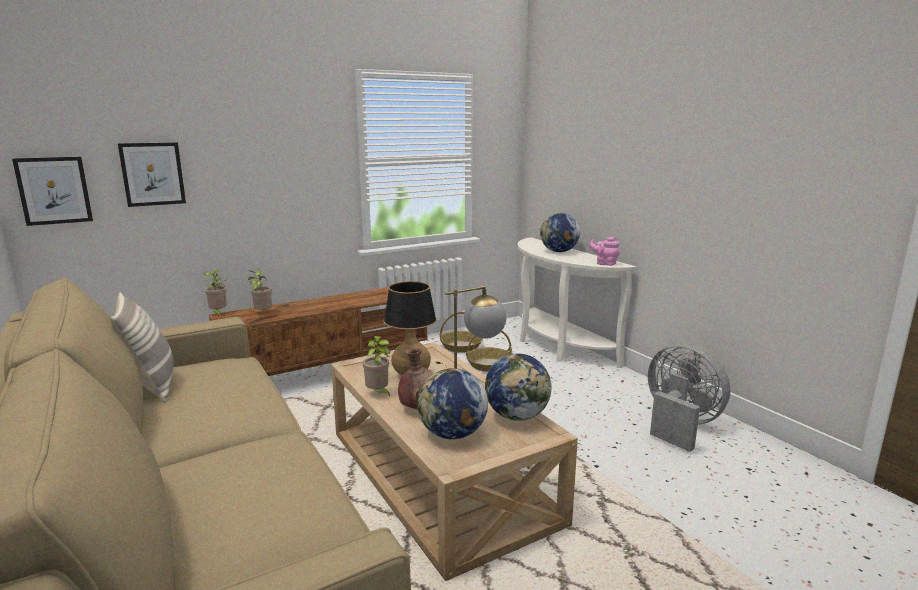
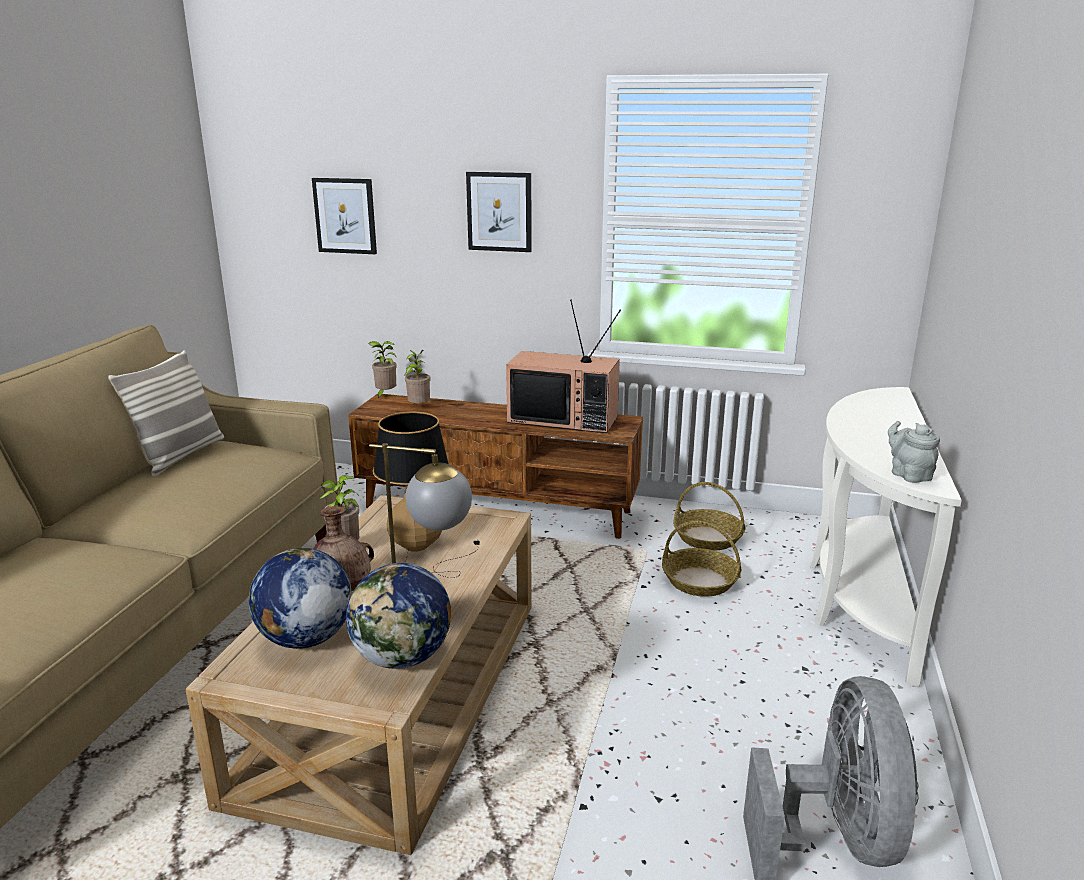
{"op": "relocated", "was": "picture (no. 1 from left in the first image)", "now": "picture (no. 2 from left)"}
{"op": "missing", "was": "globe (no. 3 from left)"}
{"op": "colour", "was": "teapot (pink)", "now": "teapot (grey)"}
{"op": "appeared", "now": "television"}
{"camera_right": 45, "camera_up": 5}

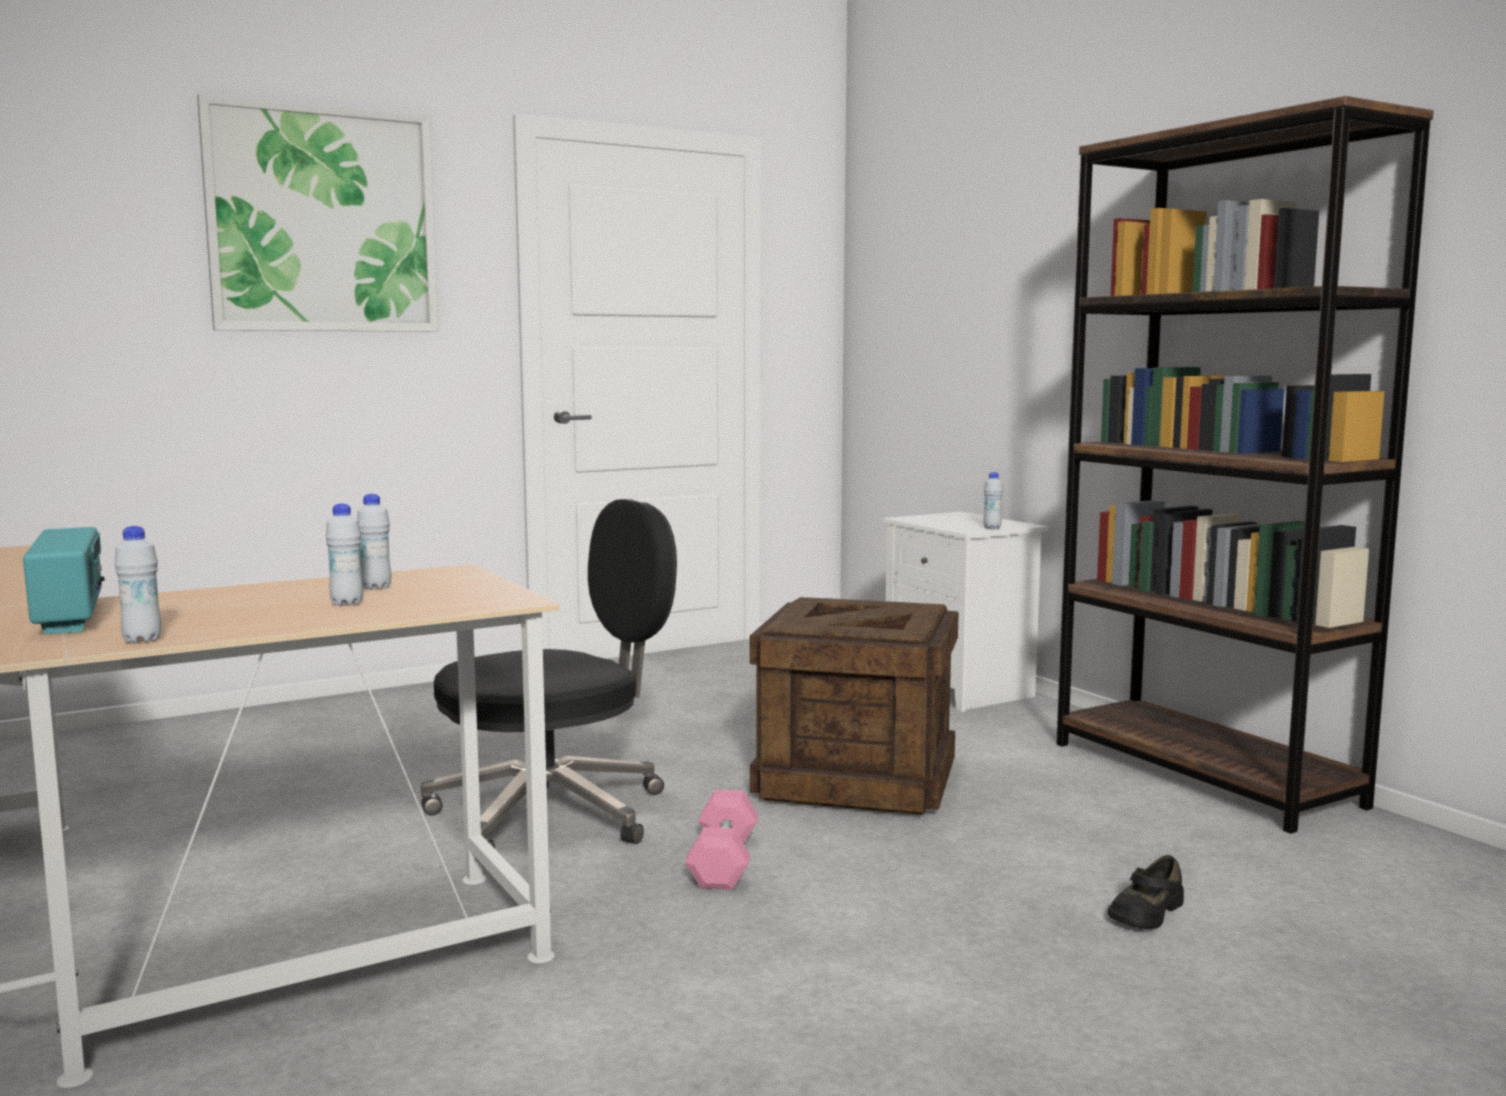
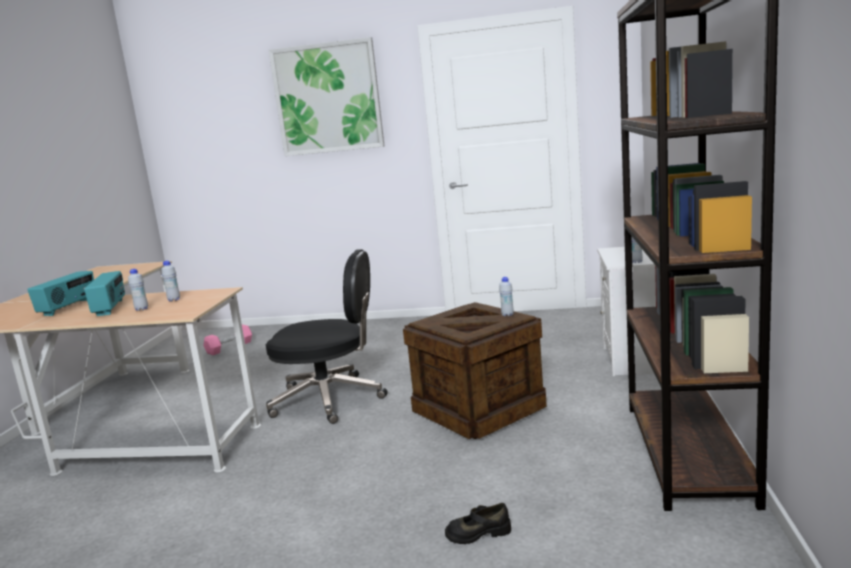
{"op": "relocated", "was": "bottle (white) (no. 1 from left in the first image)", "now": "bottle (white) (no. 3 from left)"}
{"op": "relocated", "was": "dumbbell (pink)"}
{"op": "appeared", "now": "radio (no. 2 from left)"}
{"camera_right": 40, "camera_up": 5}

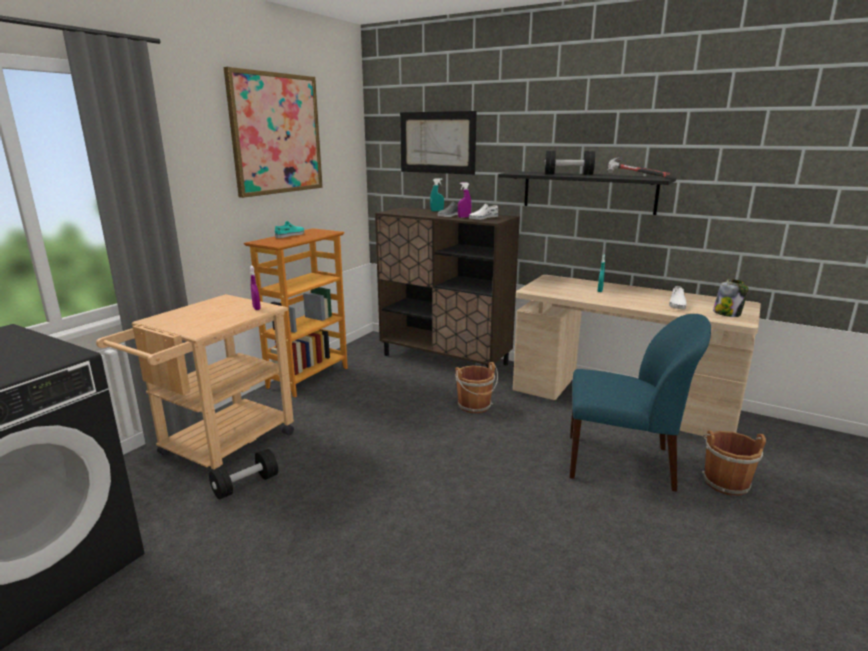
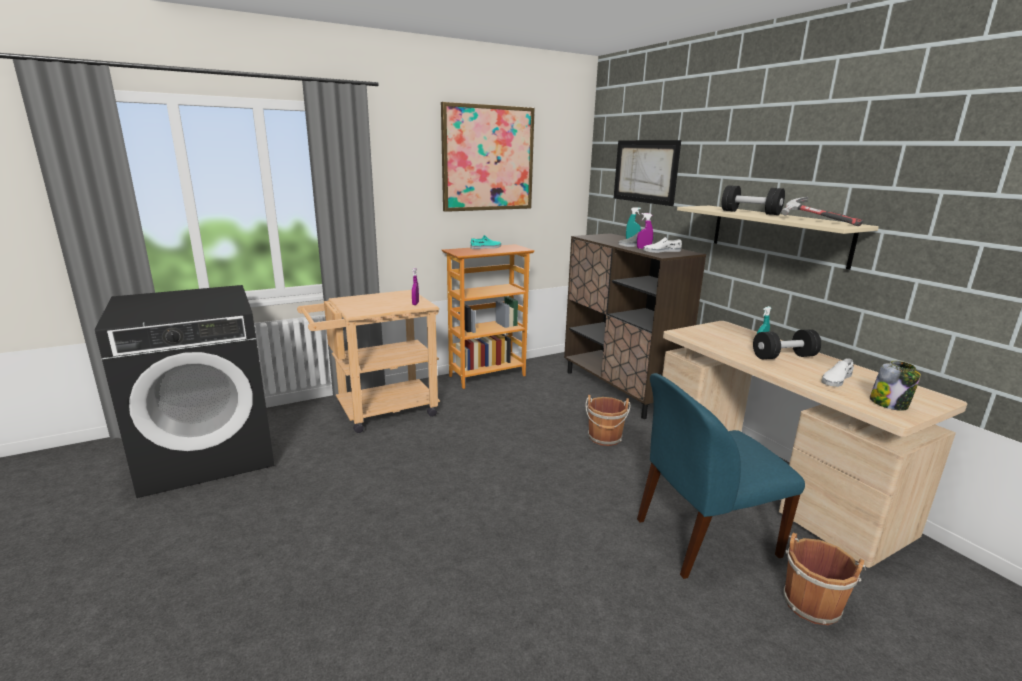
{"op": "colour", "was": "shelf (black)", "now": "shelf (beige)"}
{"op": "spun", "was": "chair (blue)", "clockwise": 120}
{"op": "relocated", "was": "dumbbell (black) (no. 1 from left in the first image)", "now": "dumbbell (black) (no. 2 from left)"}
{"camera_right": 30, "camera_up": 0}

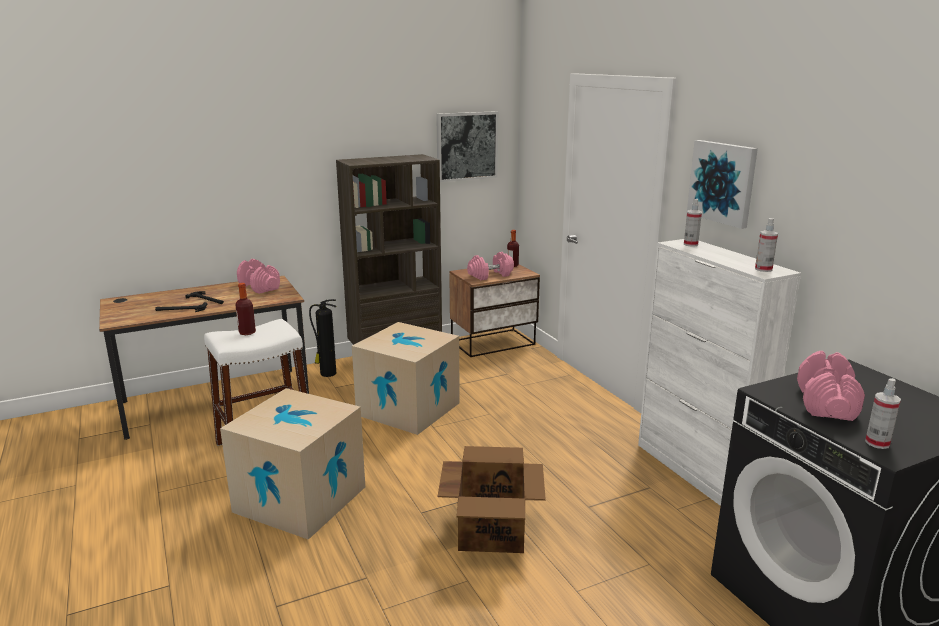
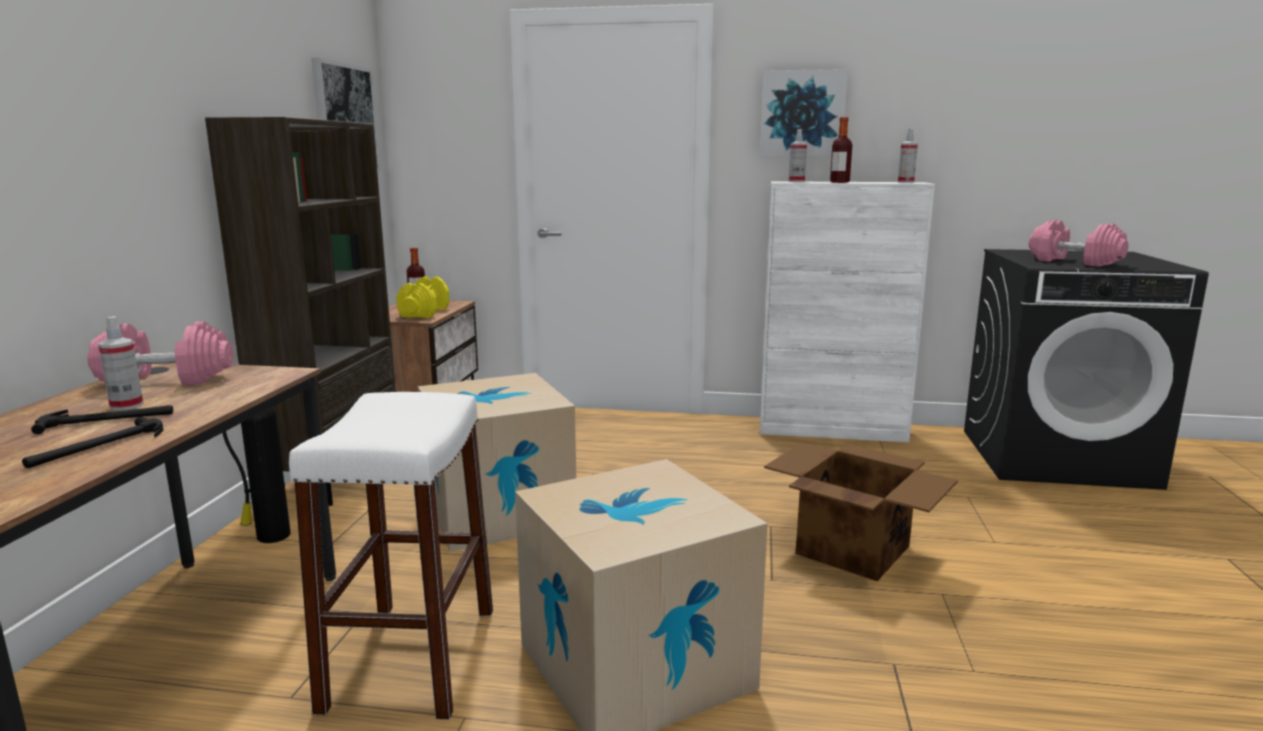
{"op": "colour", "was": "dumbbell (pink) (no. 2 from left)", "now": "dumbbell (yellow)"}
{"op": "relocated", "was": "bottle (no. 1 from left in the first image)", "now": "bottle (no. 2 from left)"}
{"op": "relocated", "was": "spray bottle (no. 3 from left in the first image)", "now": "spray bottle (no. 1 from left)"}
{"camera_right": -55, "camera_up": -5}

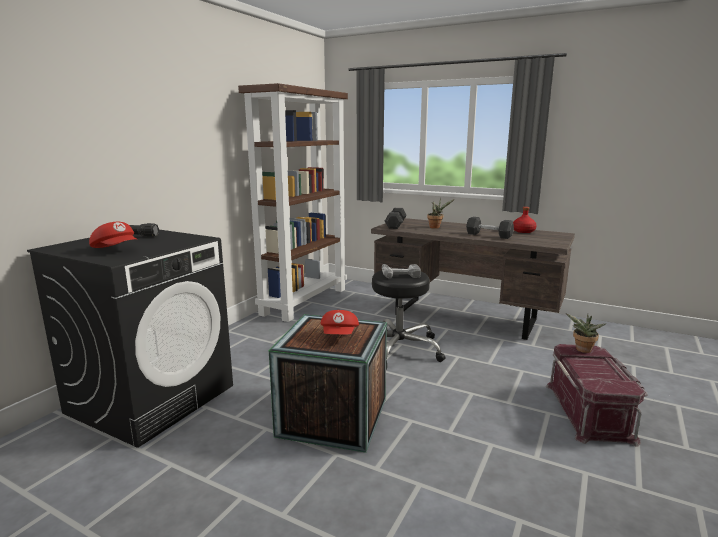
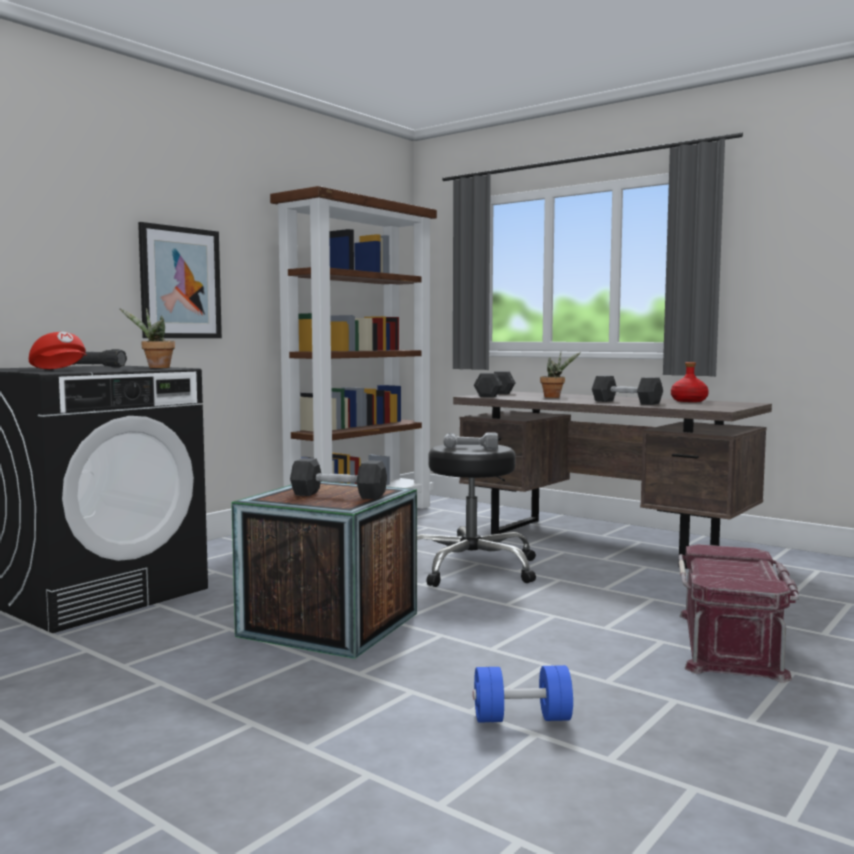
{"op": "exchanged", "was": "cap (red) (no. 2 from left)", "now": "dumbbell (grey) (no. 1 from left)"}
{"op": "relocated", "was": "potted plant (no. 2 from left in the first image)", "now": "potted plant (no. 1 from left)"}
{"op": "appeared", "now": "picture"}
{"op": "appeared", "now": "dumbbell (blue)"}
{"camera_right": 10, "camera_up": -10}

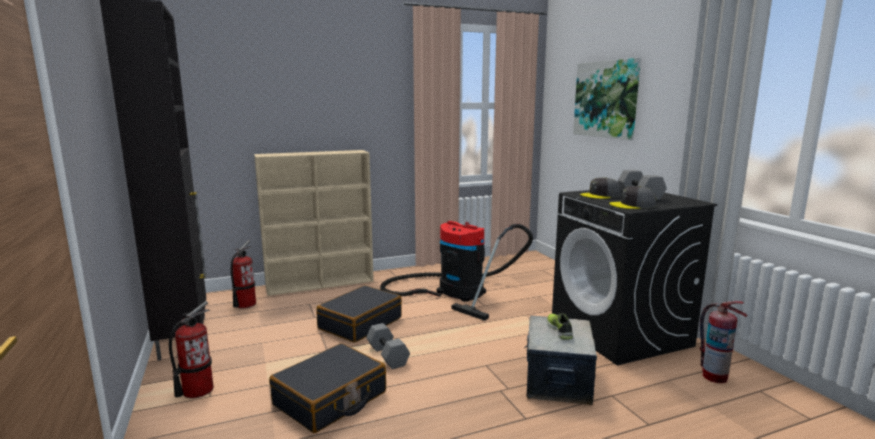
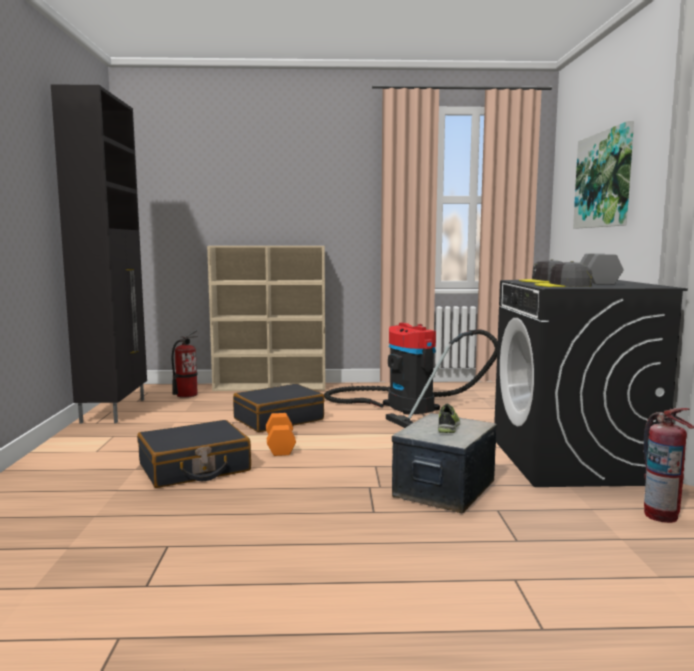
{"op": "missing", "was": "fire extinguisher (no. 1 from left)"}
{"op": "colour", "was": "dumbbell (grey) (no. 1 from left)", "now": "dumbbell (orange)"}
{"camera_right": 20, "camera_up": -5}

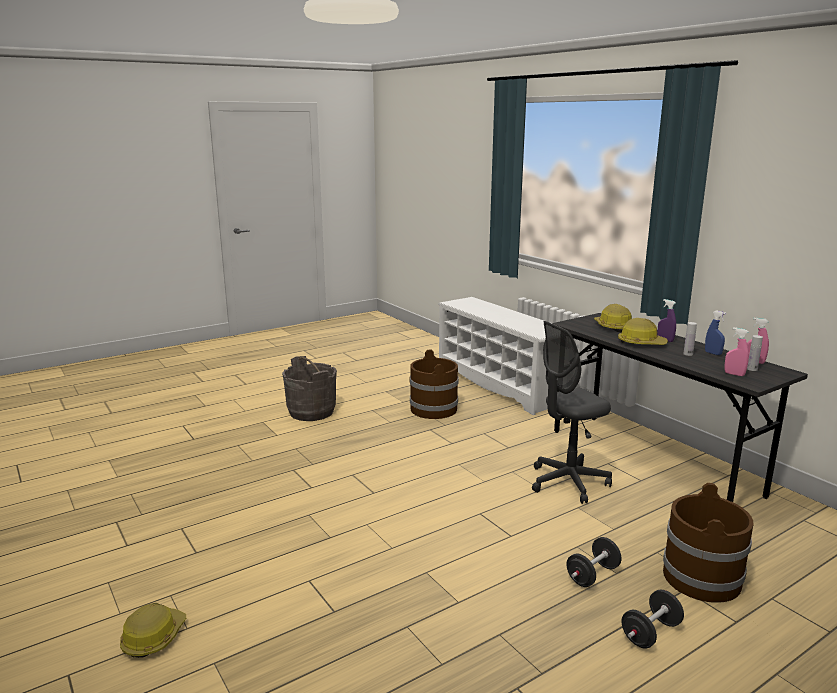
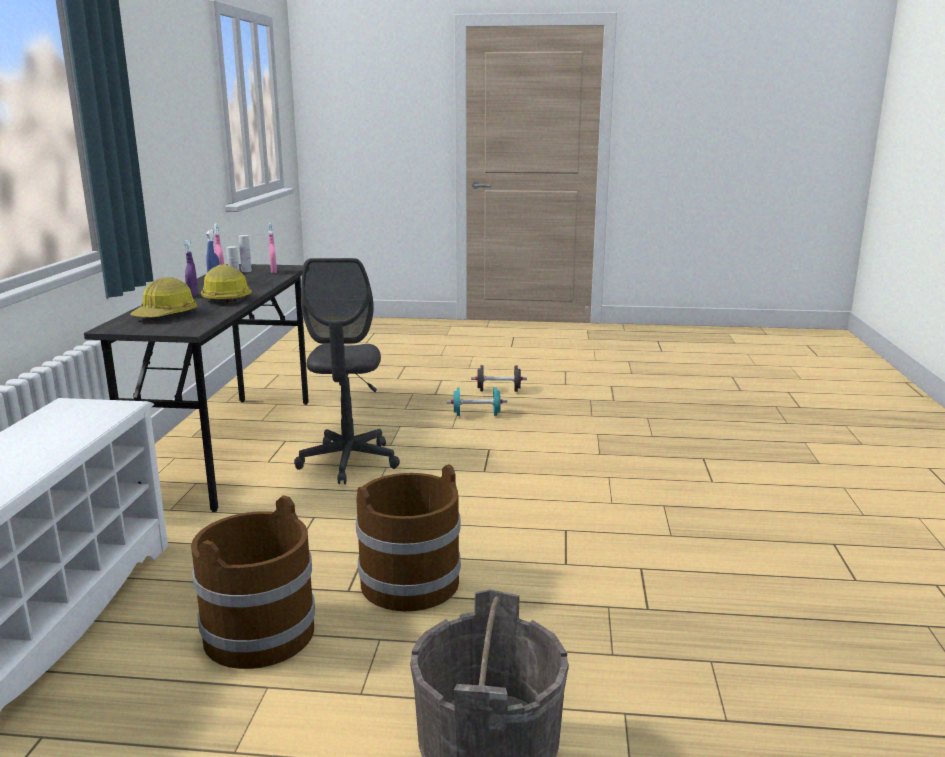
{"op": "spun", "was": "office chair (grey)", "clockwise": 75}
{"op": "relocated", "was": "bucket (brown) (no. 2 from left)"}
{"op": "colour", "was": "dumbbell (black) (no. 1 from left)", "now": "dumbbell (turquoise)"}
{"op": "missing", "was": "hard hat (no. 1 from left)"}
{"camera_right": -140, "camera_up": 0}

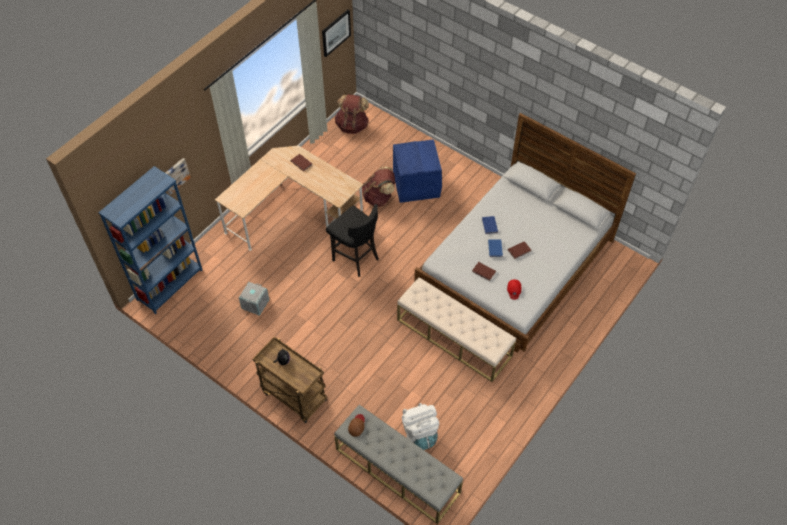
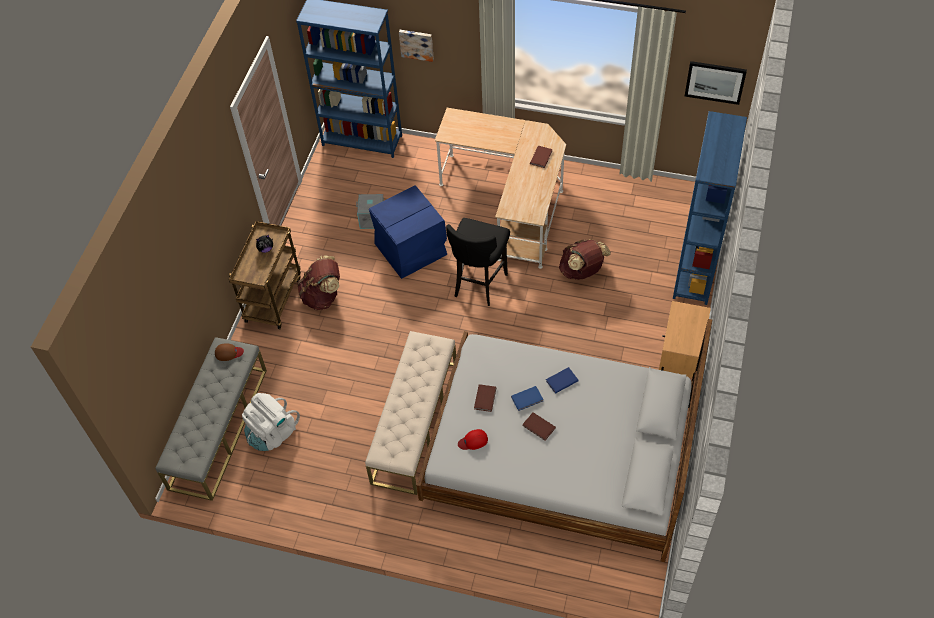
{"op": "relocated", "was": "backpack (brown) (no. 1 from left)"}
{"op": "relocated", "was": "storage box (blue)"}
{"op": "appeared", "now": "bookcase (blue) (no. 2 from left)"}
{"op": "appeared", "now": "nightstand (beige)"}
{"camera_right": 70, "camera_up": 0}

